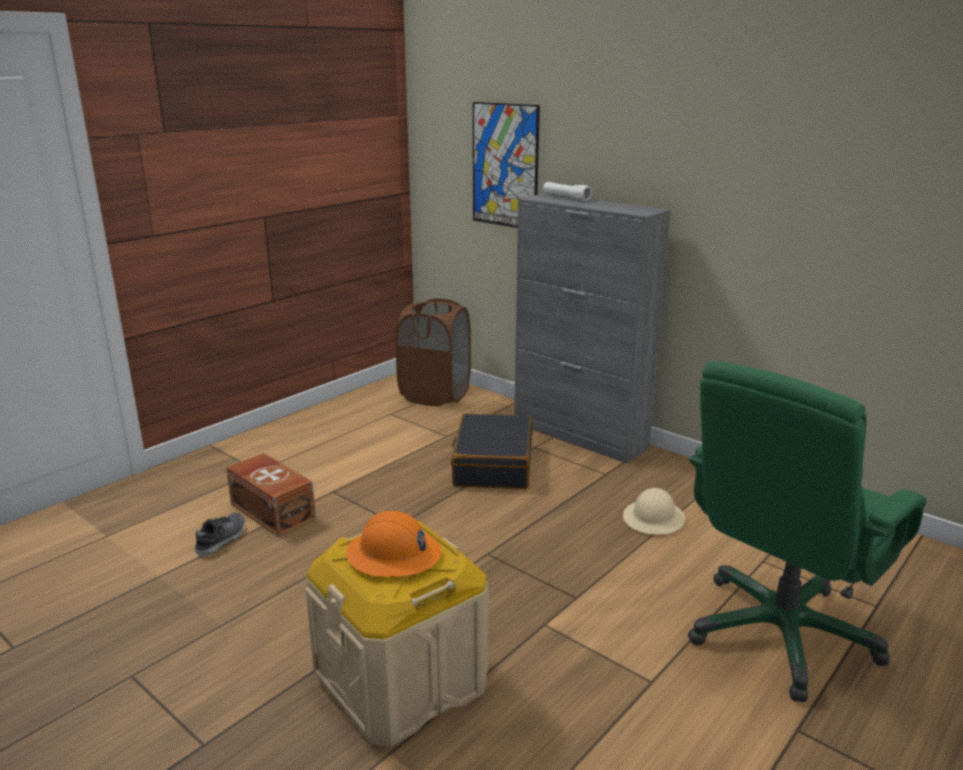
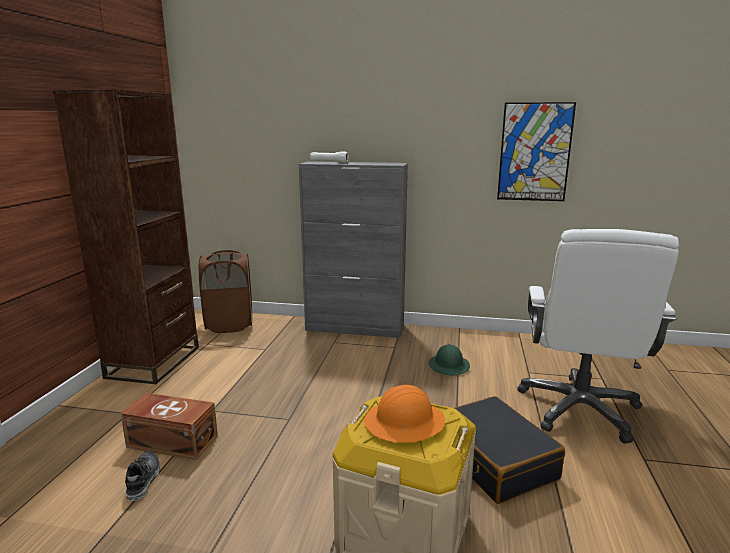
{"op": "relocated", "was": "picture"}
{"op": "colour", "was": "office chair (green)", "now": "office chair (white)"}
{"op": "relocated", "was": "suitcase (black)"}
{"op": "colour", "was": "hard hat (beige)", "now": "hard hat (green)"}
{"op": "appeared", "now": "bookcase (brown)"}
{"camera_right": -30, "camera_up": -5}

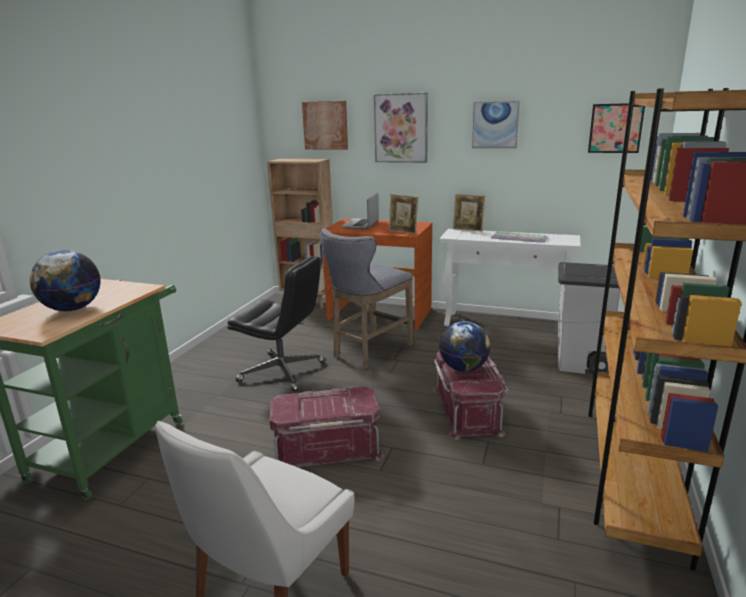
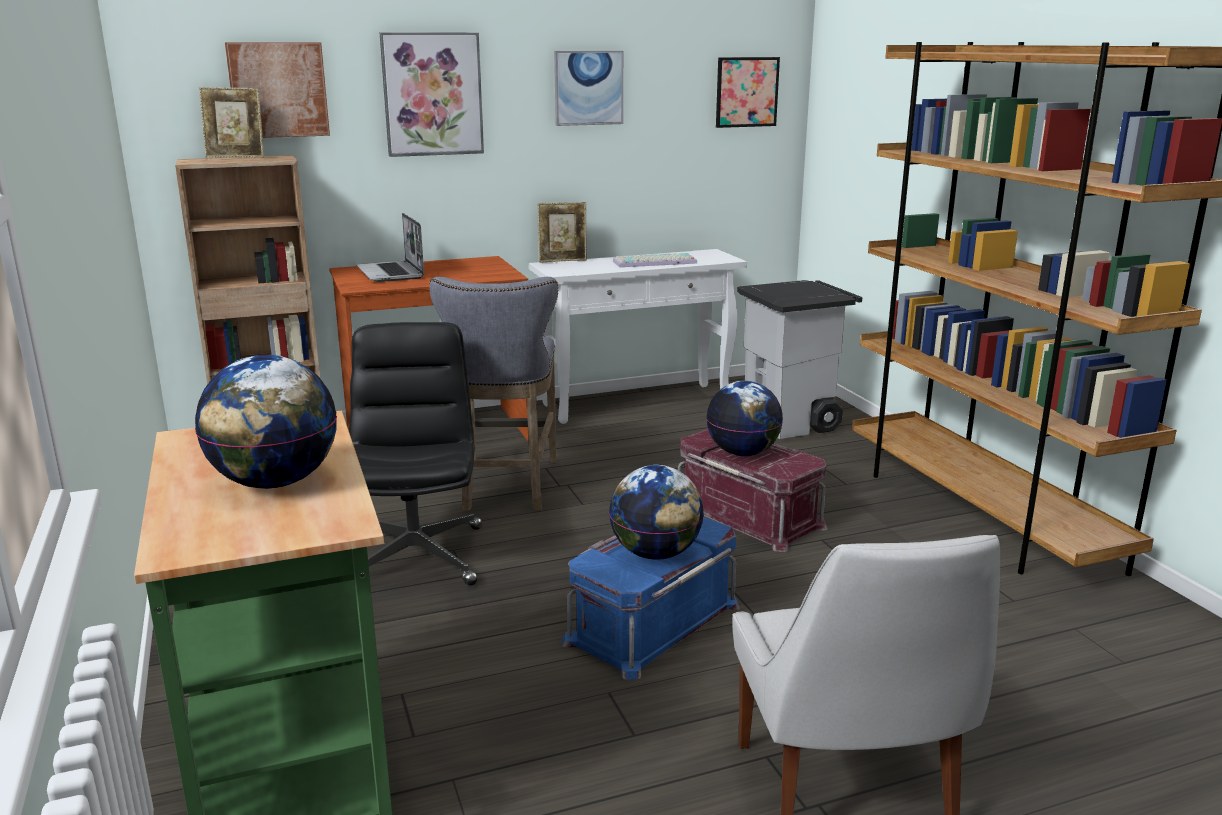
{"op": "relocated", "was": "picture frame (no. 1 from left)"}
{"op": "spun", "was": "office chair (black)", "clockwise": -75}
{"op": "colour", "was": "storage box (red) (no. 1 from left)", "now": "storage box (blue)"}
{"op": "appeared", "now": "globe (no. 2 from left)"}
{"camera_right": -40, "camera_up": 0}

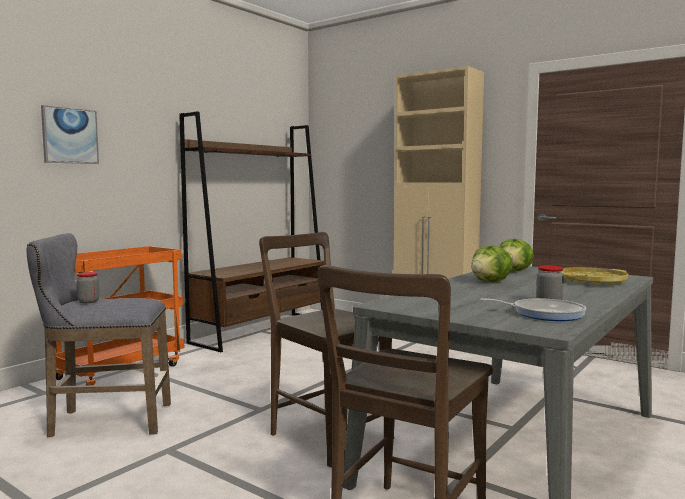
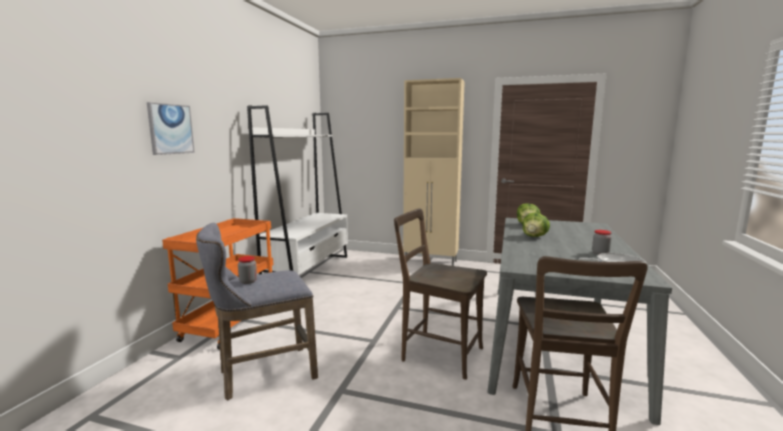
{"op": "colour", "was": "bookcase (brown)", "now": "bookcase (white)"}
{"op": "missing", "was": "tray (yellow)"}
{"camera_right": -20, "camera_up": 5}

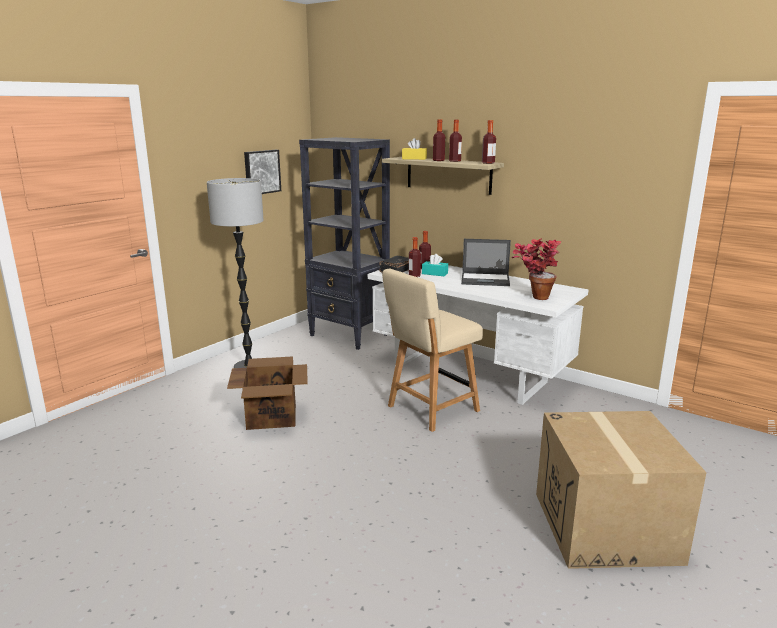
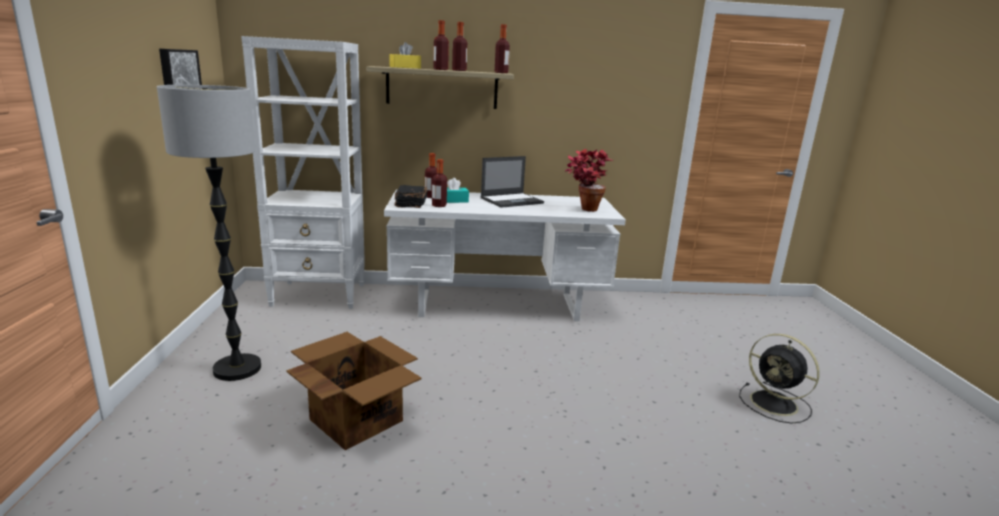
{"op": "colour", "was": "bookcase (black)", "now": "bookcase (white)"}
{"op": "missing", "was": "chair (beige)"}
{"op": "exchanged", "was": "cardboard box (no. 2 from left)", "now": "fan (black)"}
{"camera_right": -40, "camera_up": 0}

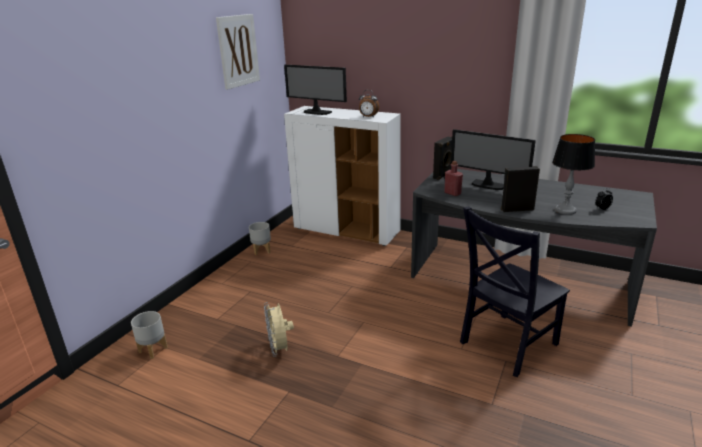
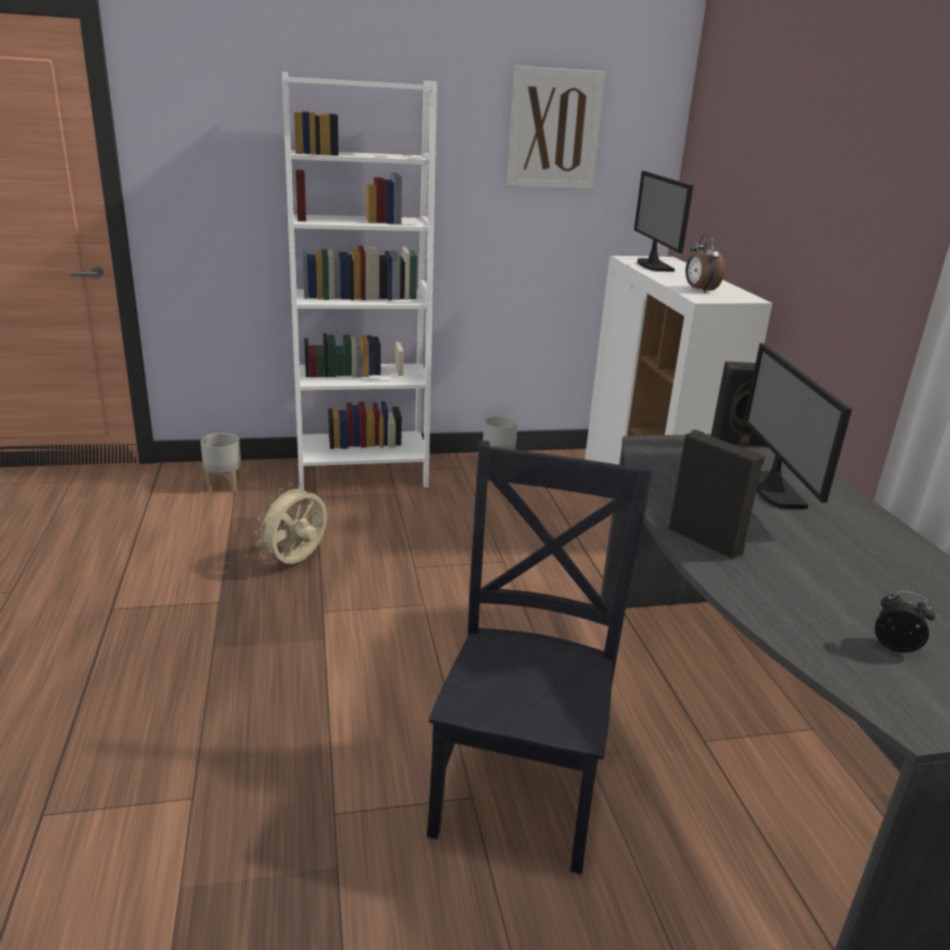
{"op": "missing", "was": "table lamp"}
{"op": "missing", "was": "bottle (red)"}
{"op": "spun", "was": "chair (black)", "clockwise": 90}
{"op": "appeared", "now": "bookcase (white)"}
{"camera_right": 50, "camera_up": 0}

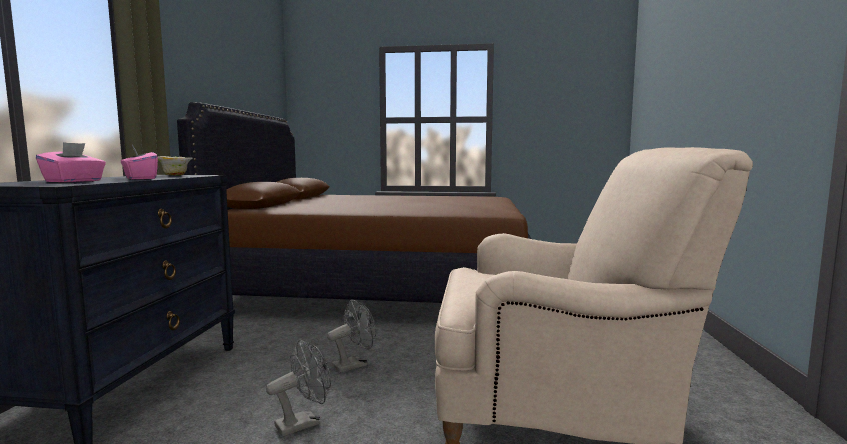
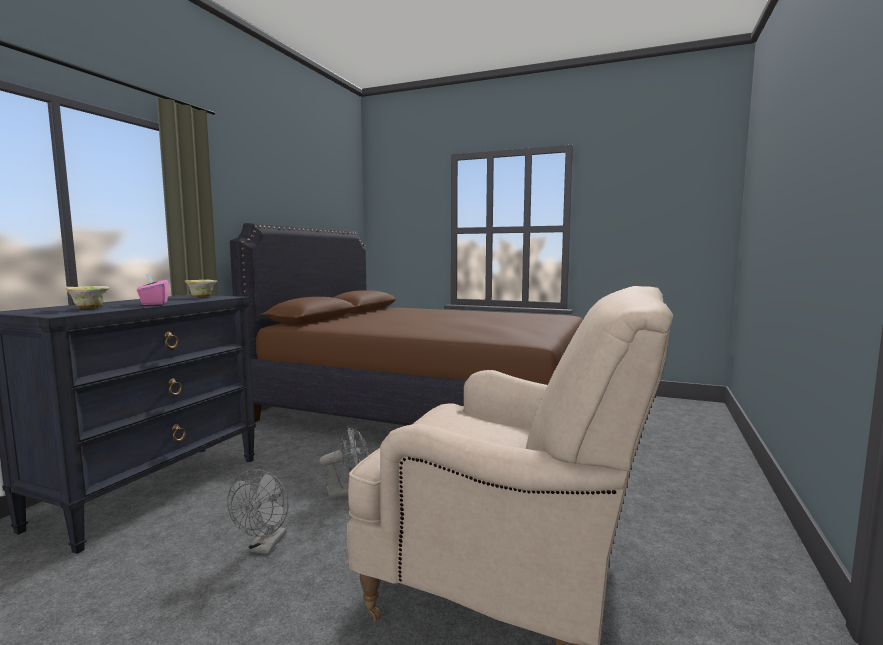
{"op": "exchanged", "was": "tissue box (pink) (no. 1 from left)", "now": "bowl (no. 1 from left)"}
{"op": "spun", "was": "fan (grey) (no. 1 from left)", "clockwise": 120}
{"camera_right": 15, "camera_up": 0}

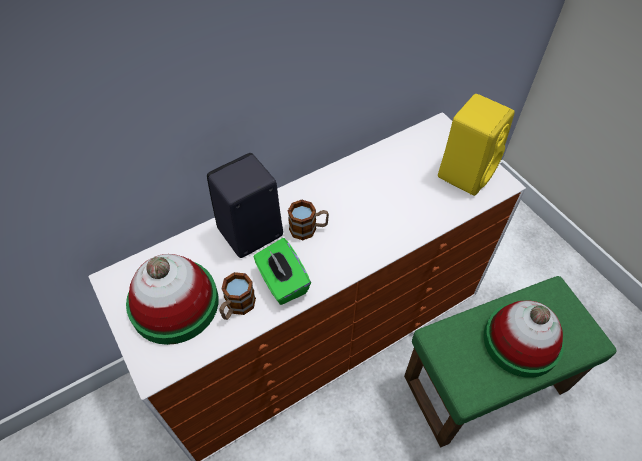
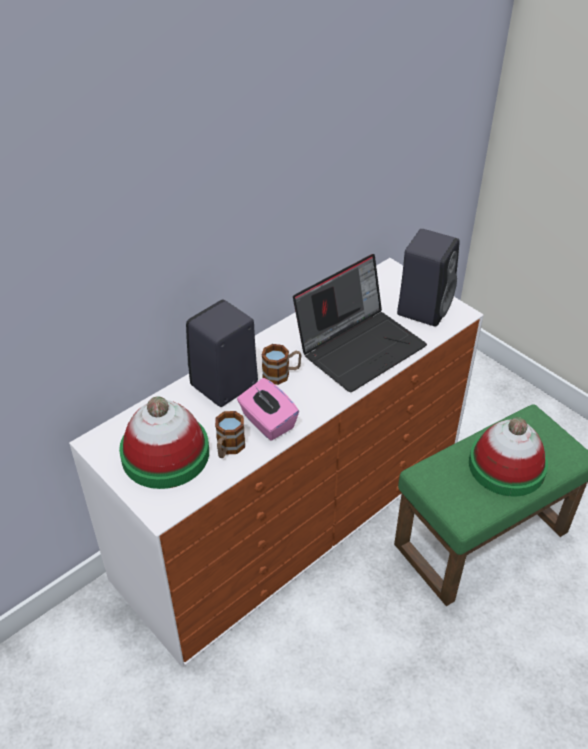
{"op": "colour", "was": "speaker (yellow)", "now": "speaker (black) (no. 2 from left)"}
{"op": "colour", "was": "tissue box (green)", "now": "tissue box (pink)"}
{"op": "appeared", "now": "laptop"}
{"camera_right": -10, "camera_up": -10}

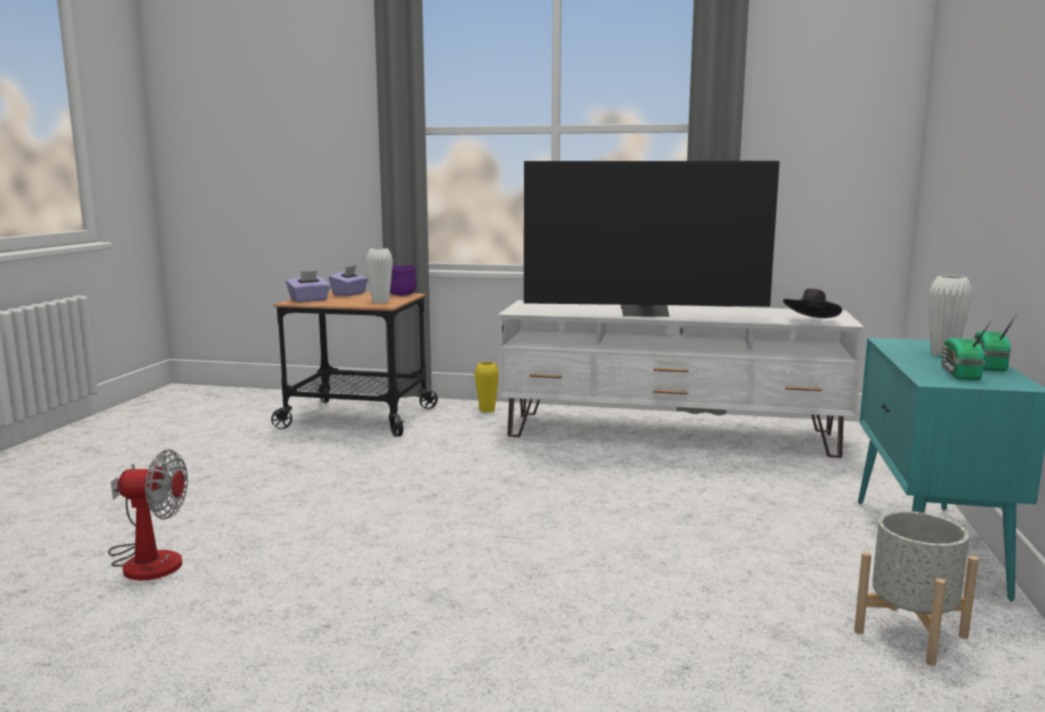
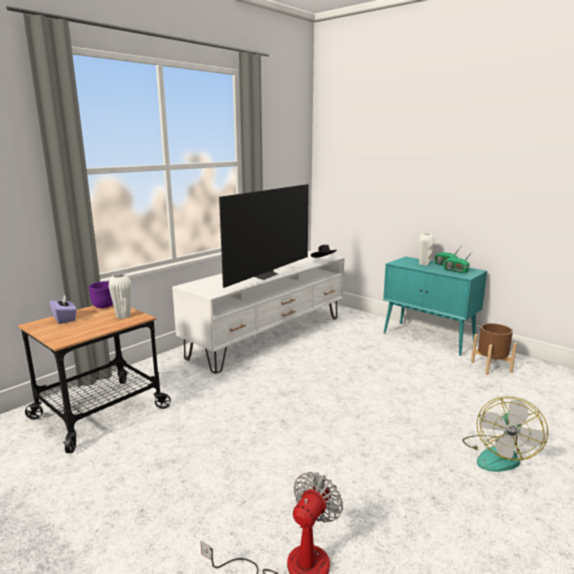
{"op": "missing", "was": "tissue box (purple) (no. 1 from left)"}
{"op": "missing", "was": "vase (yellow)"}
{"op": "colour", "was": "planter (grey)", "now": "planter (brown)"}
{"op": "appeared", "now": "fan (no. 2 from left)"}
{"camera_right": -60, "camera_up": 5}

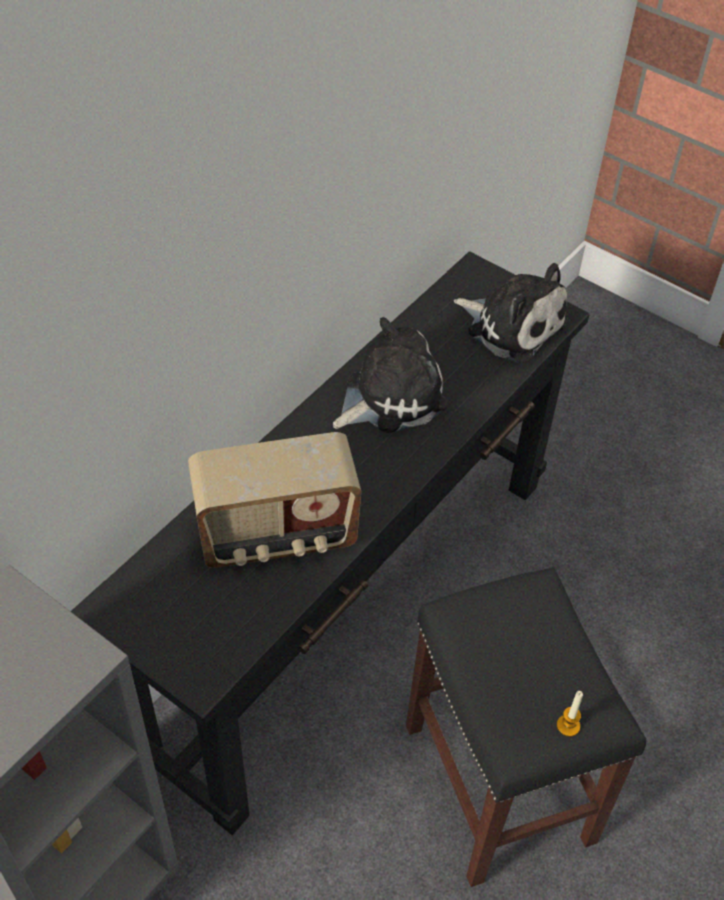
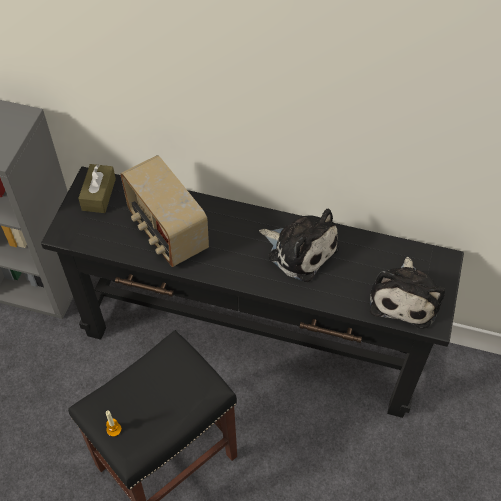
{"op": "appeared", "now": "tissue box (brown)"}
{"camera_right": 70, "camera_up": 5}

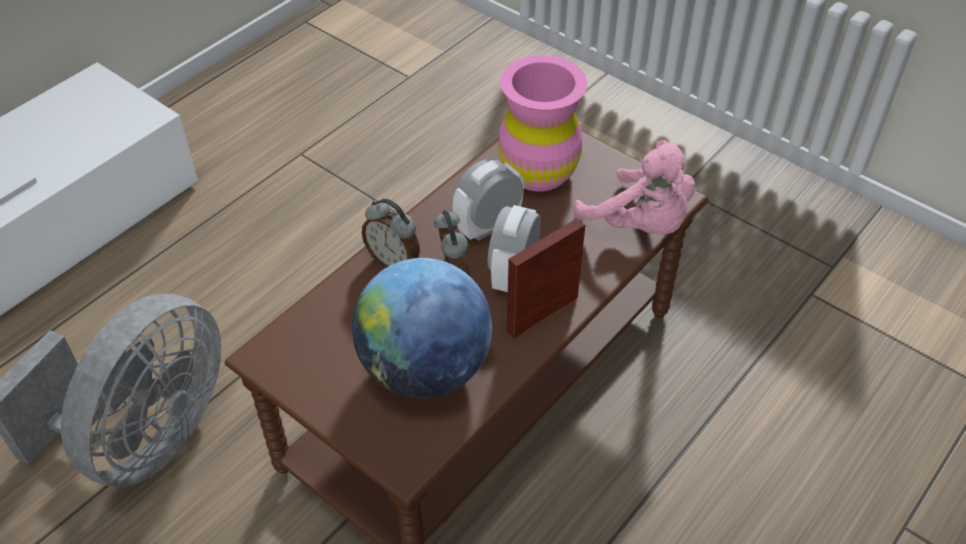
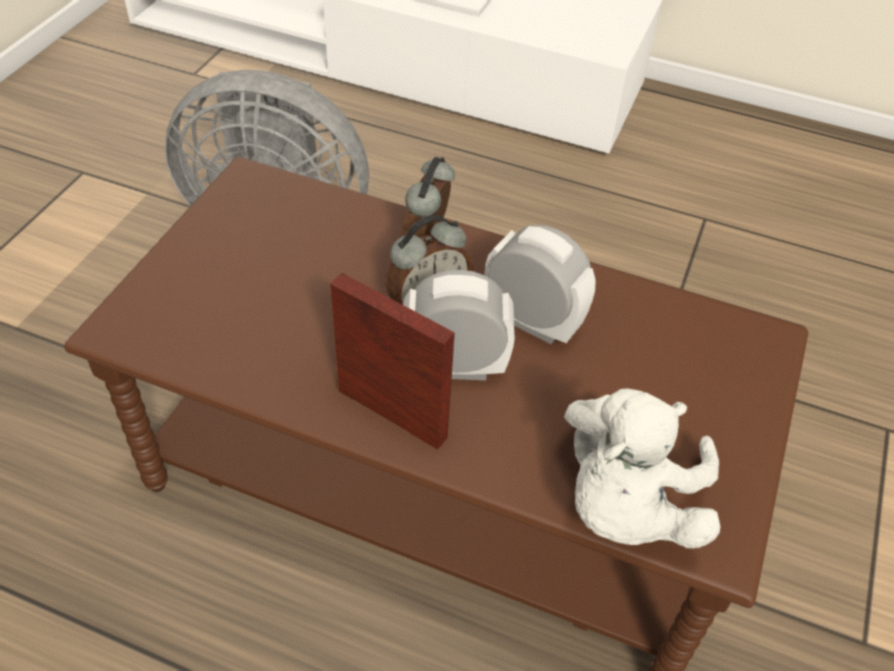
{"op": "missing", "was": "vase (pink)"}
{"op": "colour", "was": "plush toy (pink)", "now": "plush toy (white)"}
{"op": "missing", "was": "globe"}
{"camera_right": 70, "camera_up": 0}

